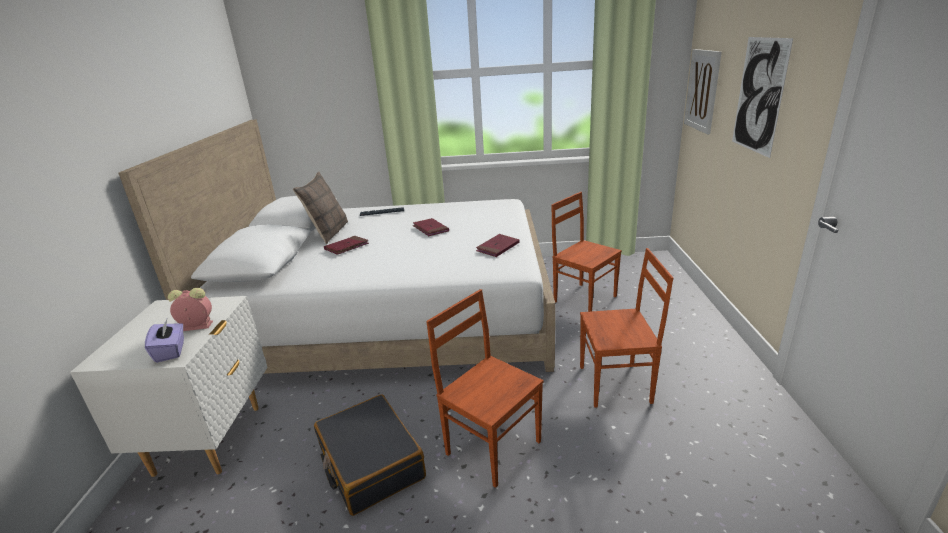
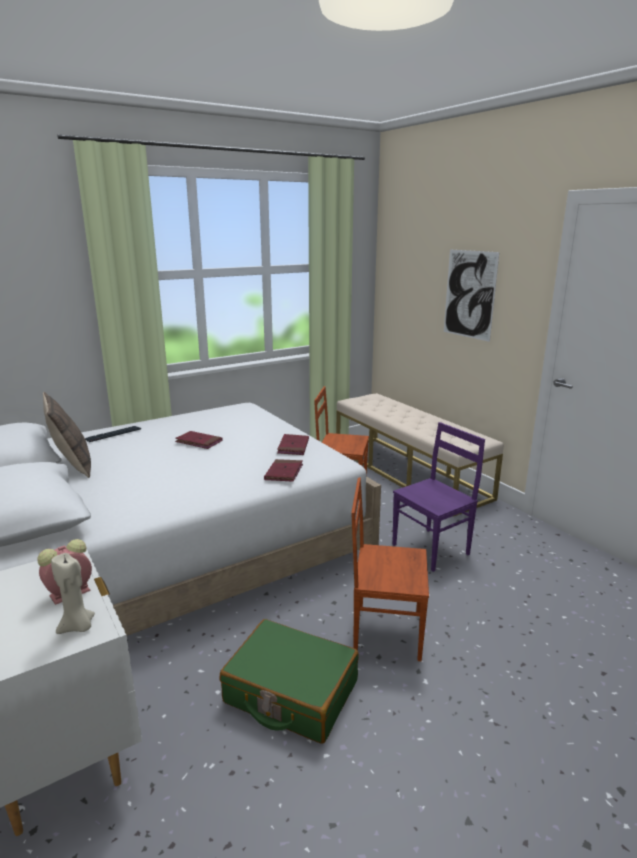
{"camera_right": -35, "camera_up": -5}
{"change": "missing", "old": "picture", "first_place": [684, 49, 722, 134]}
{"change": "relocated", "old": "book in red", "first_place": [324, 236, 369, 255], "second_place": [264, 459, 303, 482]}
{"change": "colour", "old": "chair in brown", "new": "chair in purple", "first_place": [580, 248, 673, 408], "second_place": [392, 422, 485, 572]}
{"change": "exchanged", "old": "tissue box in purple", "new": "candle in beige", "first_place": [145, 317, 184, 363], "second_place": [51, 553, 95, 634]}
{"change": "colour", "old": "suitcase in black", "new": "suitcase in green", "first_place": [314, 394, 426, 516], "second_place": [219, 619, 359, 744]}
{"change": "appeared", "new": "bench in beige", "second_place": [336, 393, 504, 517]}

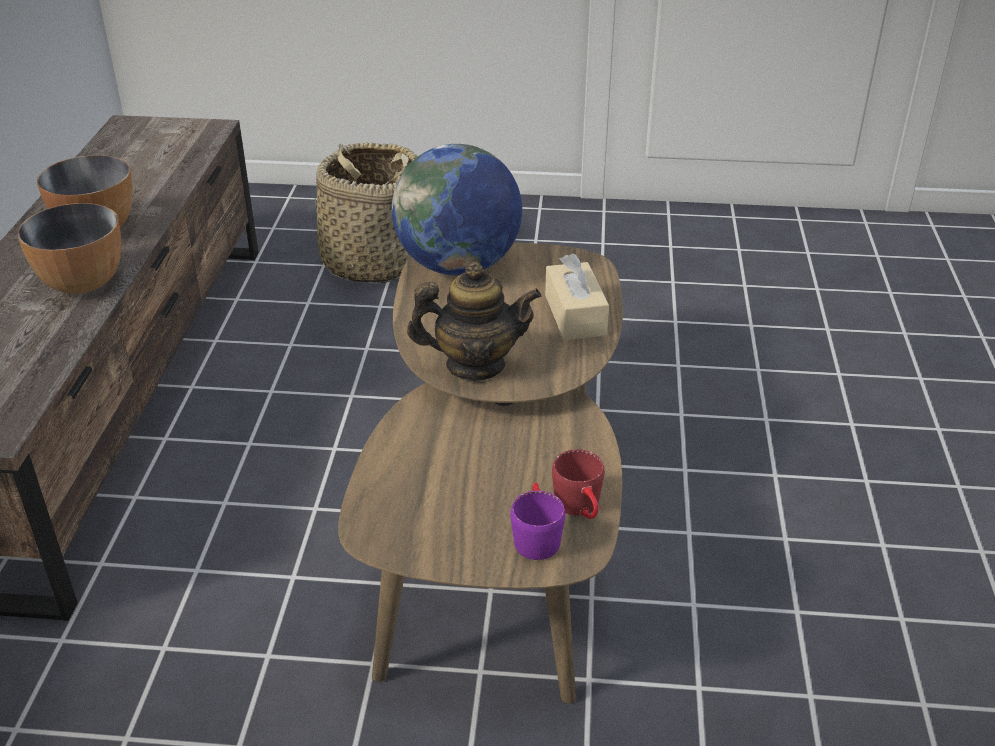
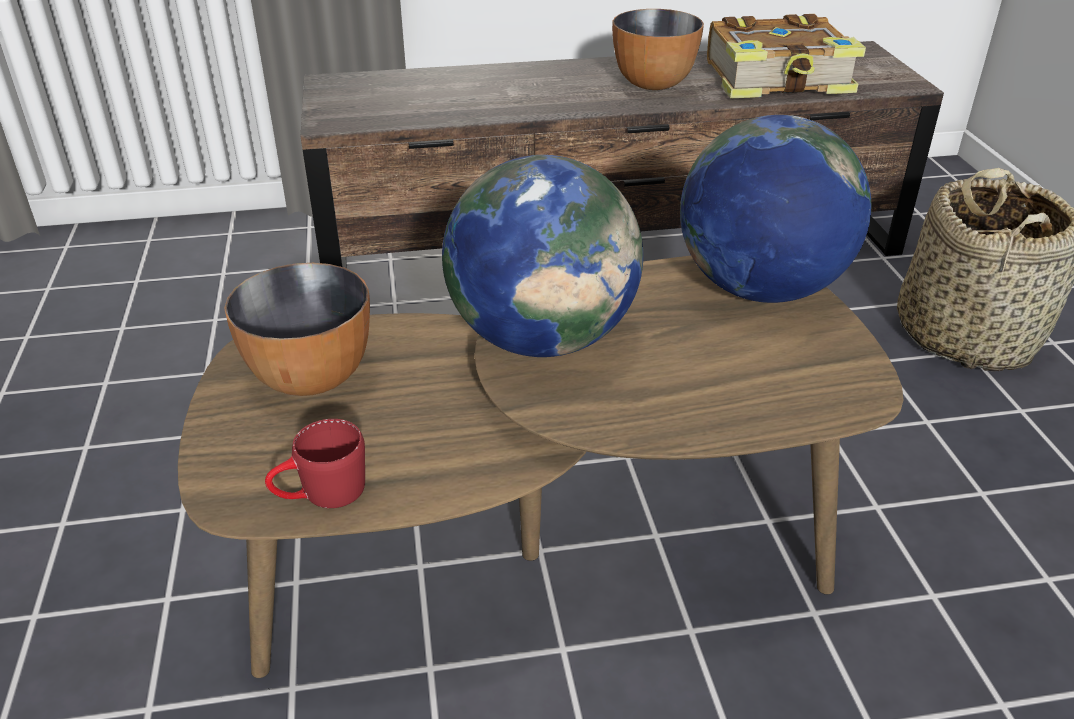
{"camera_right": 75, "camera_up": 0}
{"change": "relocated", "old": "bowl", "first_place": [17, 203, 121, 294], "second_place": [224, 263, 370, 396]}
{"change": "missing", "old": "tissue box in beige", "first_place": [545, 253, 609, 340]}
{"change": "exchanged", "old": "teapot", "new": "globe", "first_place": [407, 262, 542, 381], "second_place": [442, 155, 643, 357]}
{"change": "missing", "old": "mug in purple", "first_place": [511, 482, 565, 560]}
{"change": "appeared", "new": "book", "second_place": [707, 14, 866, 98]}

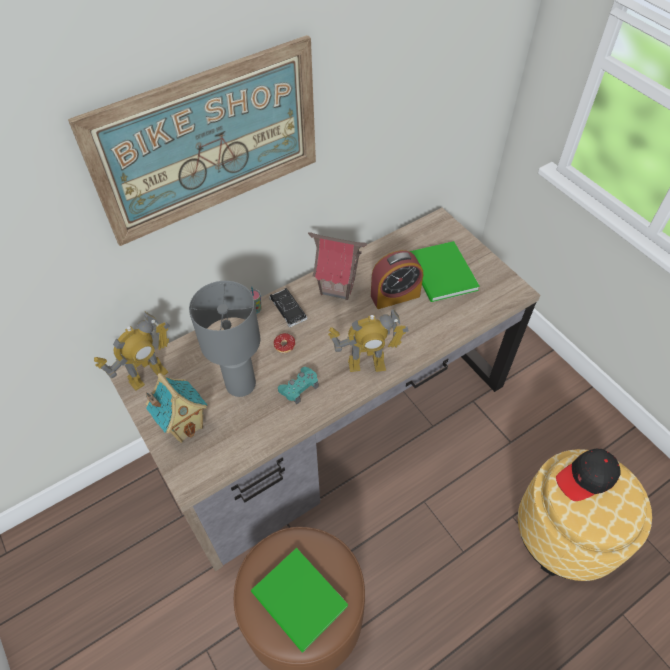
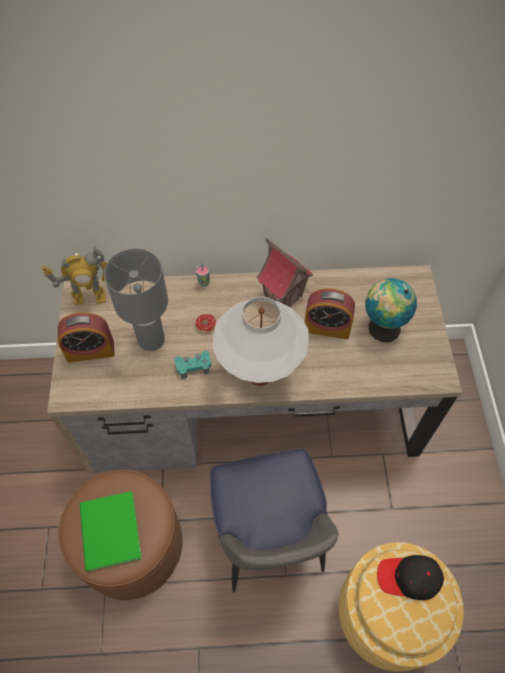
{"camera_right": 30, "camera_up": 5}
{"change": "missing", "old": "picture", "first_place": [68, 35, 316, 246]}
{"change": "exchanged", "old": "book in green", "new": "globe", "first_place": [409, 241, 480, 302], "second_place": [365, 278, 417, 342]}
{"change": "missing", "old": "toy car in black", "first_place": [269, 288, 308, 327]}
{"change": "exchanged", "old": "toy robot", "new": "table lamp in white", "first_place": [328, 308, 409, 372], "second_place": [213, 297, 309, 386]}
{"change": "exchanged", "old": "toy house", "new": "alarm clock", "first_place": [146, 373, 207, 443], "second_place": [58, 312, 115, 363]}
{"change": "appeared", "new": "chair", "second_place": [210, 448, 339, 592]}

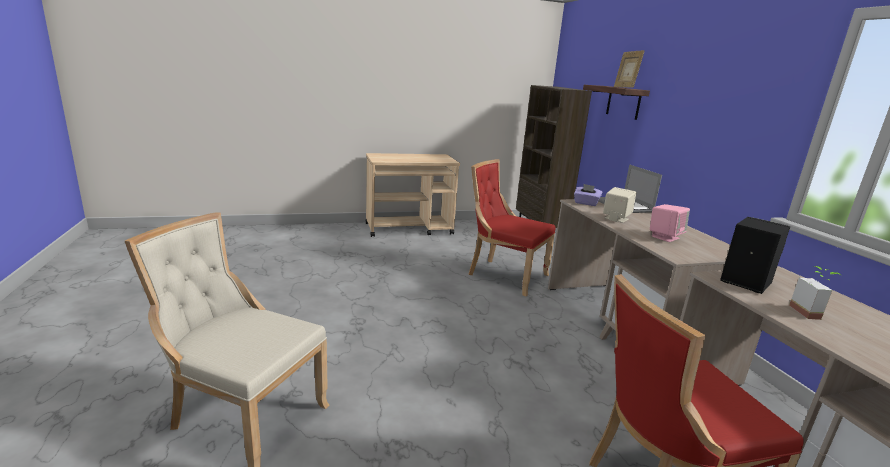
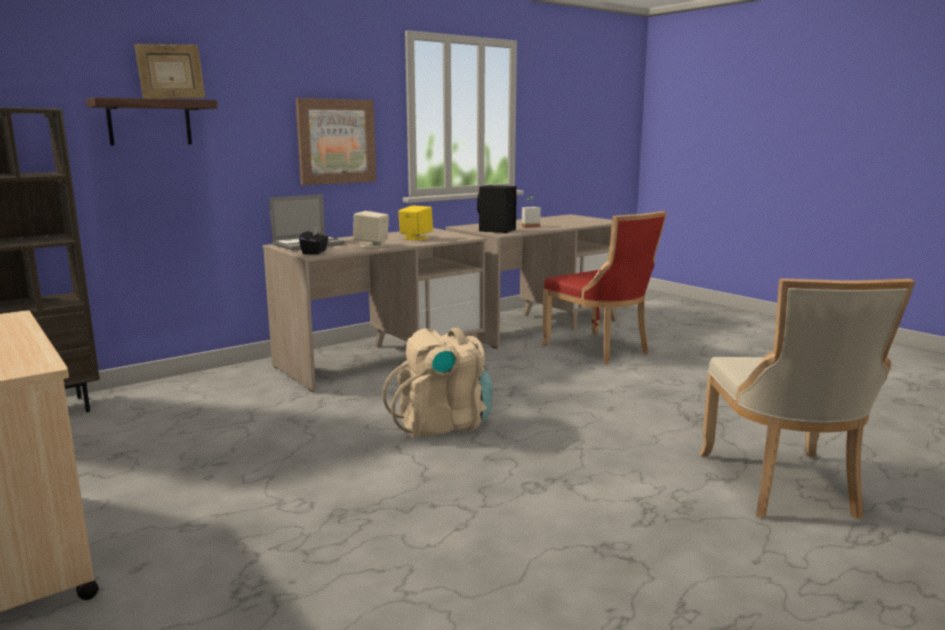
{"camera_right": -110, "camera_up": -5}
{"change": "missing", "old": "chair in red", "first_place": [469, 159, 555, 296]}
{"change": "colour", "old": "tissue box in purple", "new": "tissue box in black", "first_place": [574, 184, 602, 206], "second_place": [299, 225, 329, 254]}
{"change": "colour", "old": "speaker in pink", "new": "speaker in yellow", "first_place": [650, 204, 690, 242], "second_place": [398, 205, 433, 240]}
{"change": "appeared", "new": "picture", "second_place": [296, 98, 376, 185]}
{"change": "appeared", "new": "backpack in beige", "second_place": [382, 328, 493, 438]}

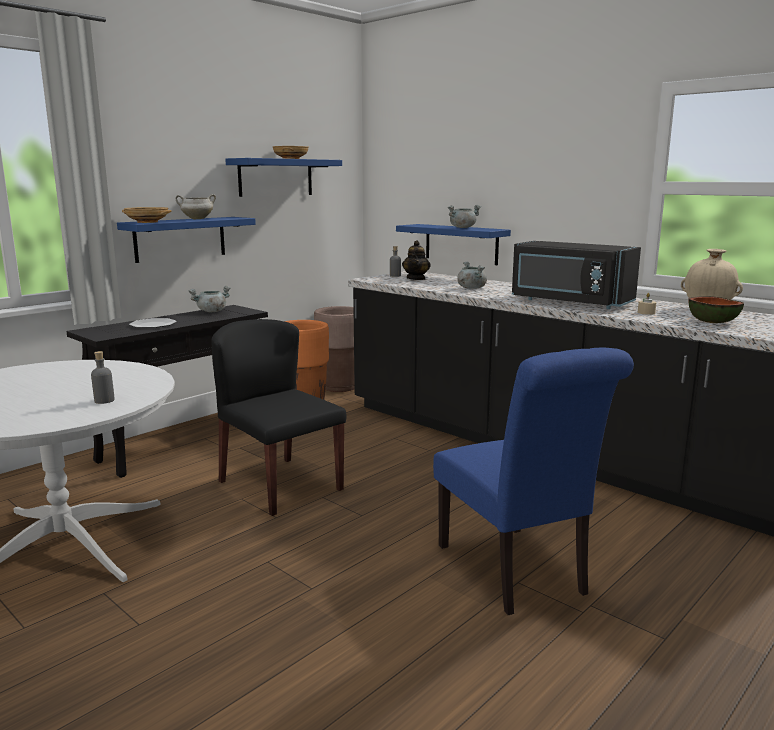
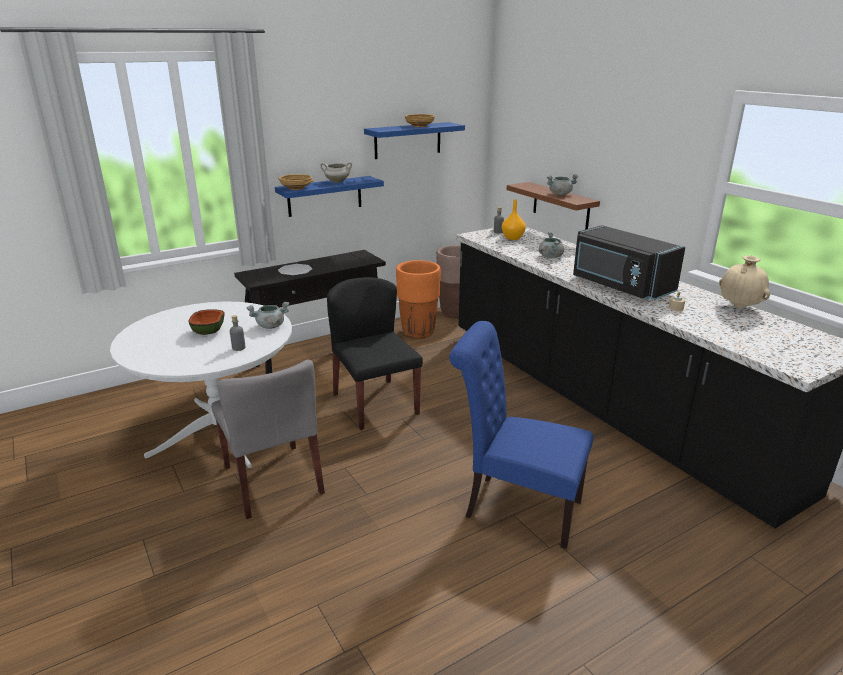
{"camera_right": 15, "camera_up": 10}
{"change": "colour", "old": "shelf in blue", "new": "shelf in brown", "first_place": [396, 224, 511, 265], "second_place": [506, 182, 600, 230]}
{"change": "exchanged", "old": "teapot", "new": "vase in orange", "first_place": [402, 240, 431, 280], "second_place": [502, 199, 526, 240]}
{"change": "relocated", "old": "cooking pot in grey", "first_place": [188, 286, 231, 312], "second_place": [247, 302, 289, 329]}
{"change": "relocated", "old": "bowl", "first_place": [689, 296, 744, 323], "second_place": [189, 309, 225, 335]}
{"change": "spun", "old": "chair in blue", "first_place": [433, 348, 634, 615], "second_place": [449, 321, 593, 549], "degrees": 120}
{"change": "appeared", "new": "chair in grey", "second_place": [211, 360, 325, 519]}

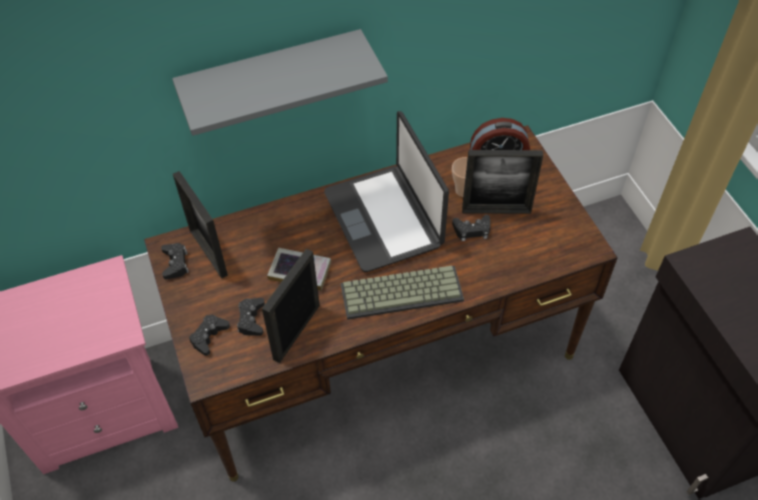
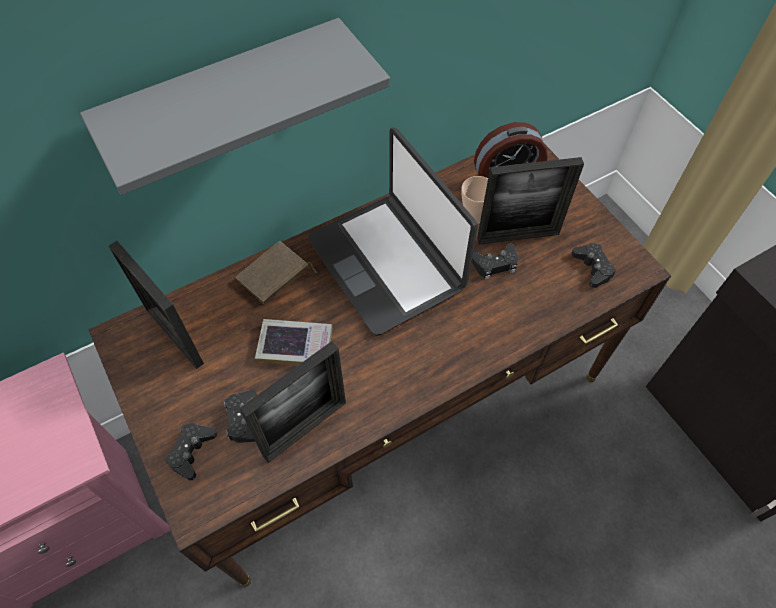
{"camera_right": -10, "camera_up": 5}
{"change": "relocated", "old": "game controller in black", "first_place": [161, 243, 189, 280], "second_place": [571, 243, 616, 288]}
{"change": "spun", "old": "picture frame", "first_place": [262, 249, 320, 363], "second_place": [240, 341, 346, 463], "degrees": -150}
{"change": "missing", "old": "keyboard", "first_place": [341, 266, 464, 320]}
{"change": "appeared", "new": "book in brown", "second_place": [236, 241, 317, 304]}

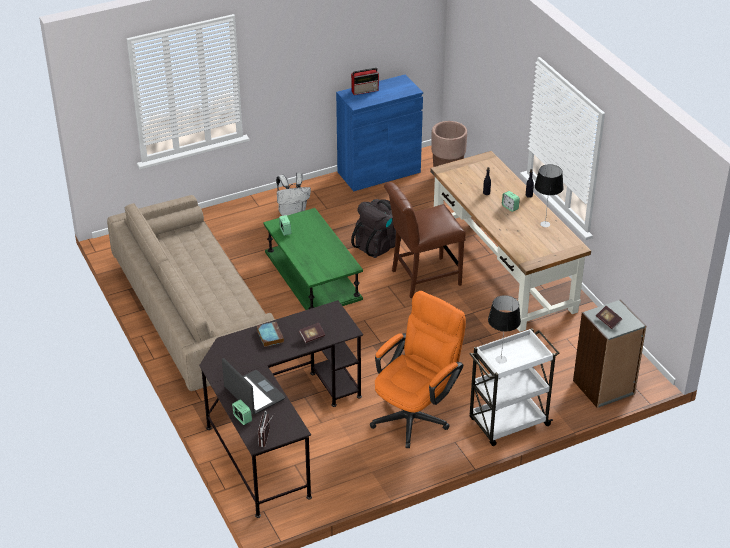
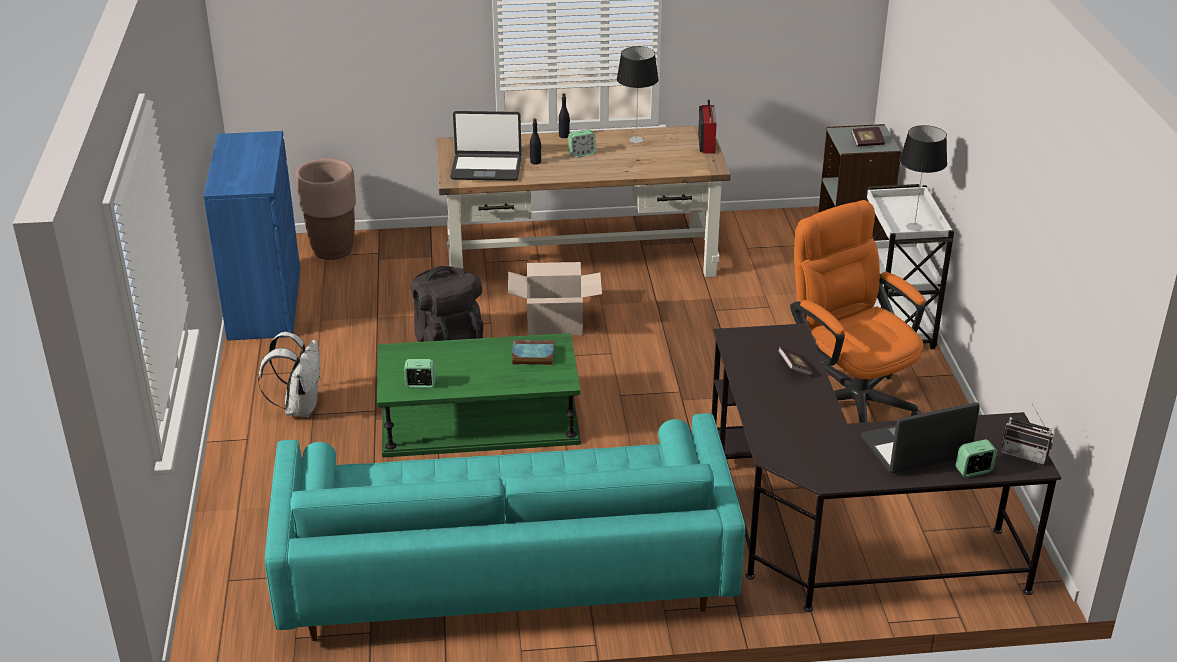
{"camera_right": -70, "camera_up": -5}
{"change": "relocated", "old": "radio", "first_place": [351, 68, 379, 95], "second_place": [698, 99, 716, 153]}
{"change": "exchanged", "old": "chair in brown", "new": "cardboard box", "first_place": [384, 182, 466, 298], "second_place": [508, 262, 602, 336]}
{"change": "colour", "old": "sofa in beige", "new": "sofa in turquoise", "first_place": [107, 195, 276, 391], "second_place": [265, 413, 745, 641]}
{"change": "relocated", "old": "book", "first_place": [257, 322, 284, 347], "second_place": [512, 340, 554, 365]}
{"change": "appeared", "new": "laptop", "second_place": [450, 111, 522, 181]}

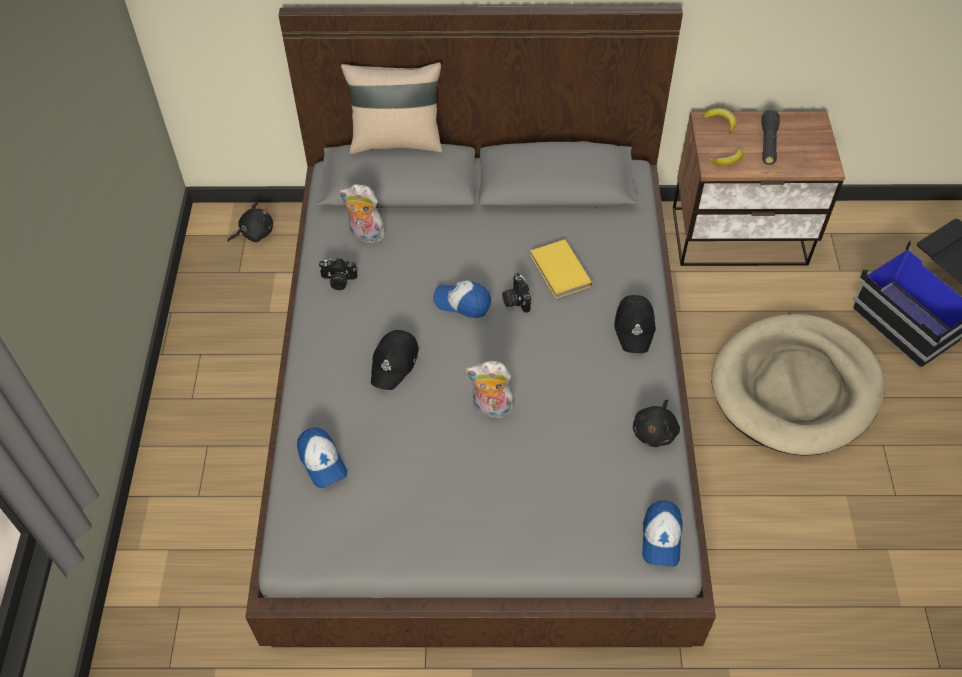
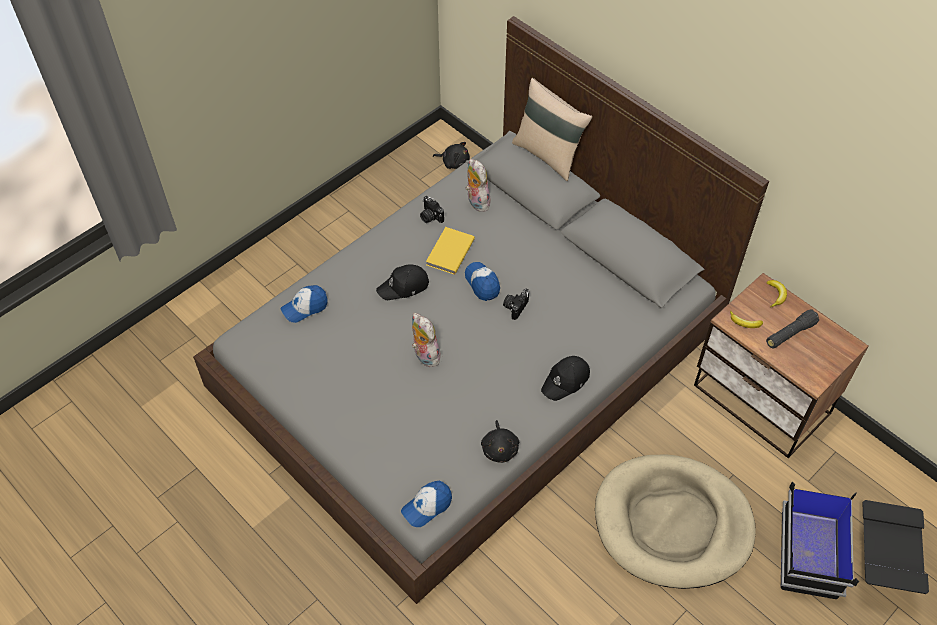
{"camera_right": 45, "camera_up": 0}
{"change": "relocated", "old": "book in yellow", "first_place": [530, 239, 593, 298], "second_place": [426, 227, 475, 275]}
{"change": "spun", "old": "plush toy in black", "first_place": [633, 400, 680, 447], "second_place": [481, 420, 519, 463], "degrees": -75}
{"change": "spun", "old": "cap", "first_place": [297, 427, 347, 488], "second_place": [280, 285, 328, 323], "degrees": 45}

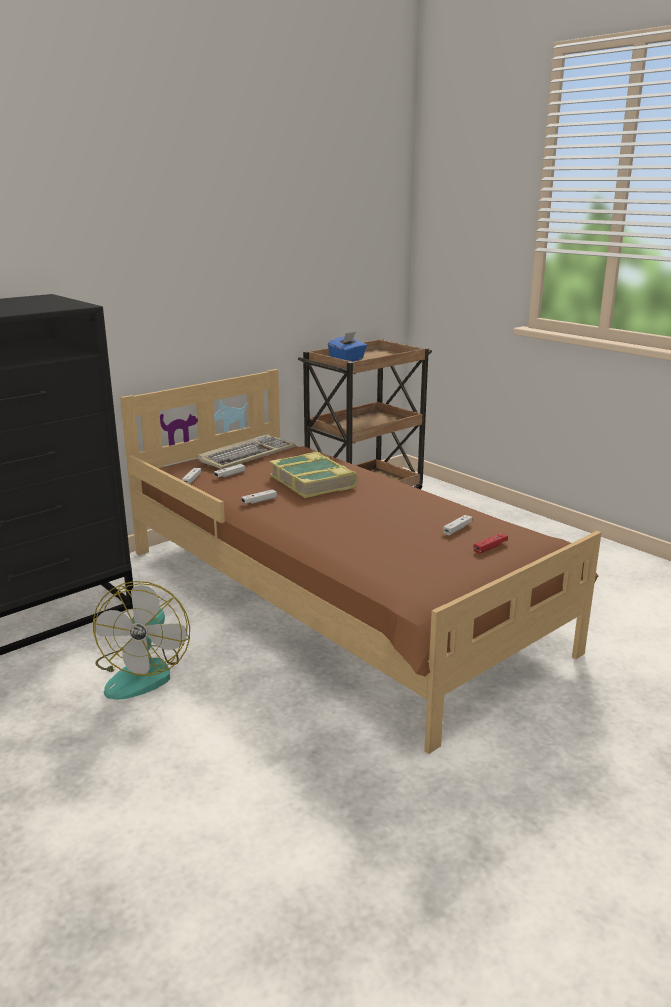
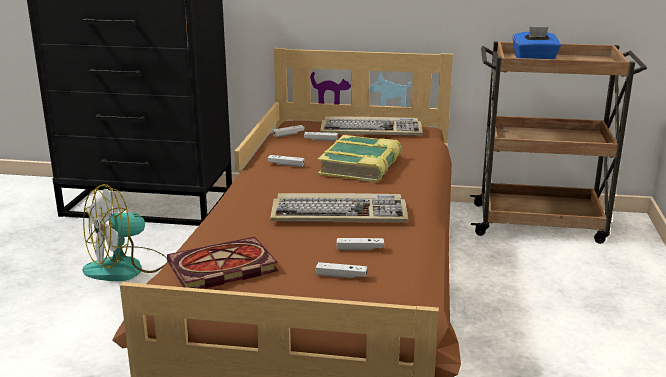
{"camera_right": 50, "camera_up": 0}
{"change": "colour", "old": "game controller in red", "new": "game controller in white", "first_place": [474, 533, 508, 554], "second_place": [316, 262, 367, 278]}
{"change": "appeared", "new": "keyboard", "second_place": [270, 193, 409, 222]}
{"change": "appeared", "new": "book", "second_place": [167, 237, 278, 289]}

